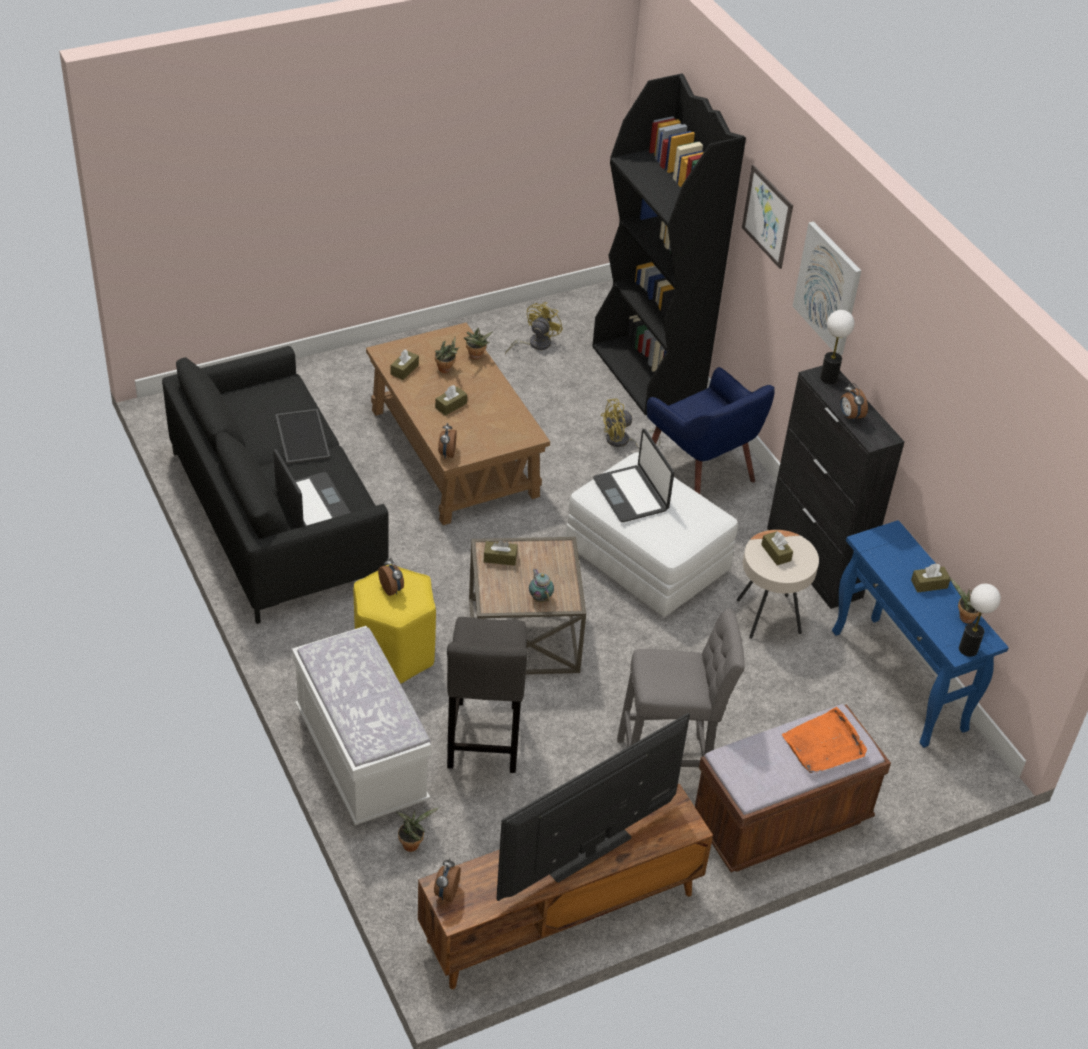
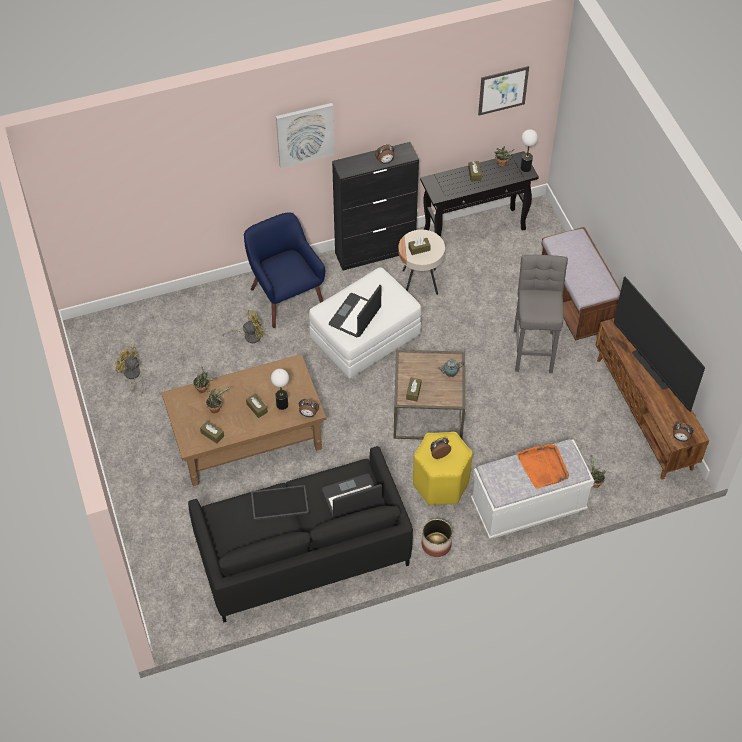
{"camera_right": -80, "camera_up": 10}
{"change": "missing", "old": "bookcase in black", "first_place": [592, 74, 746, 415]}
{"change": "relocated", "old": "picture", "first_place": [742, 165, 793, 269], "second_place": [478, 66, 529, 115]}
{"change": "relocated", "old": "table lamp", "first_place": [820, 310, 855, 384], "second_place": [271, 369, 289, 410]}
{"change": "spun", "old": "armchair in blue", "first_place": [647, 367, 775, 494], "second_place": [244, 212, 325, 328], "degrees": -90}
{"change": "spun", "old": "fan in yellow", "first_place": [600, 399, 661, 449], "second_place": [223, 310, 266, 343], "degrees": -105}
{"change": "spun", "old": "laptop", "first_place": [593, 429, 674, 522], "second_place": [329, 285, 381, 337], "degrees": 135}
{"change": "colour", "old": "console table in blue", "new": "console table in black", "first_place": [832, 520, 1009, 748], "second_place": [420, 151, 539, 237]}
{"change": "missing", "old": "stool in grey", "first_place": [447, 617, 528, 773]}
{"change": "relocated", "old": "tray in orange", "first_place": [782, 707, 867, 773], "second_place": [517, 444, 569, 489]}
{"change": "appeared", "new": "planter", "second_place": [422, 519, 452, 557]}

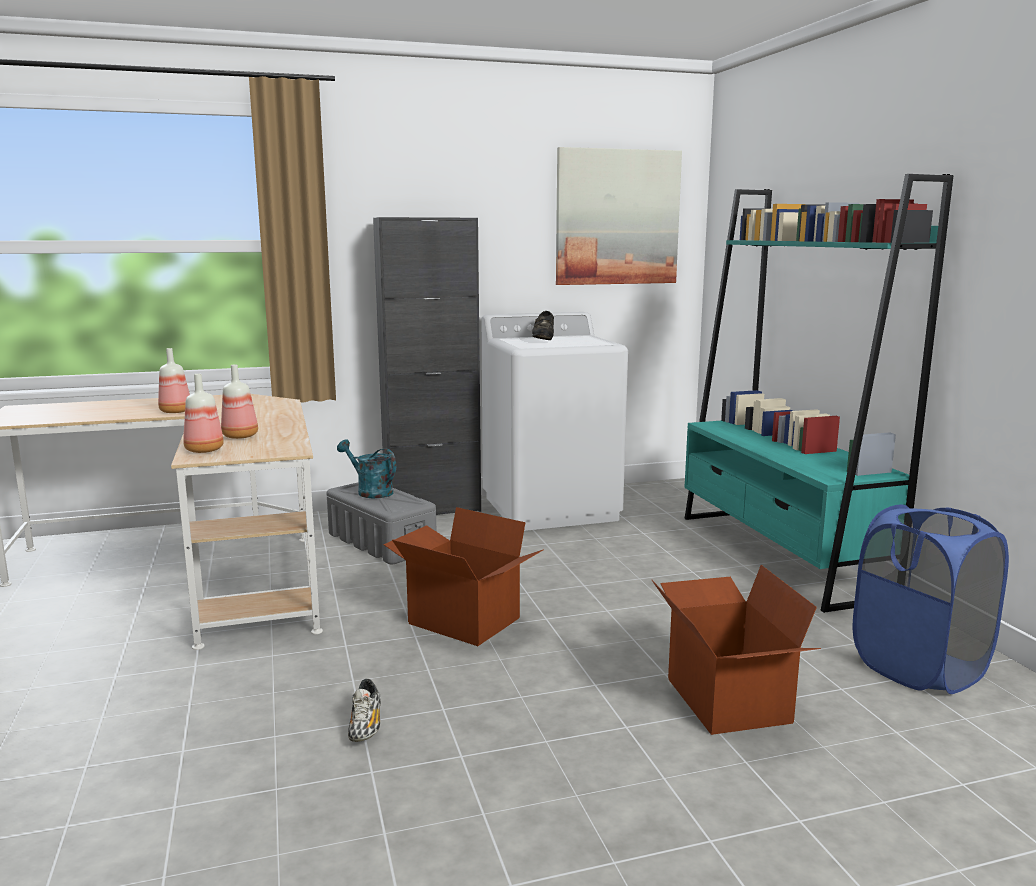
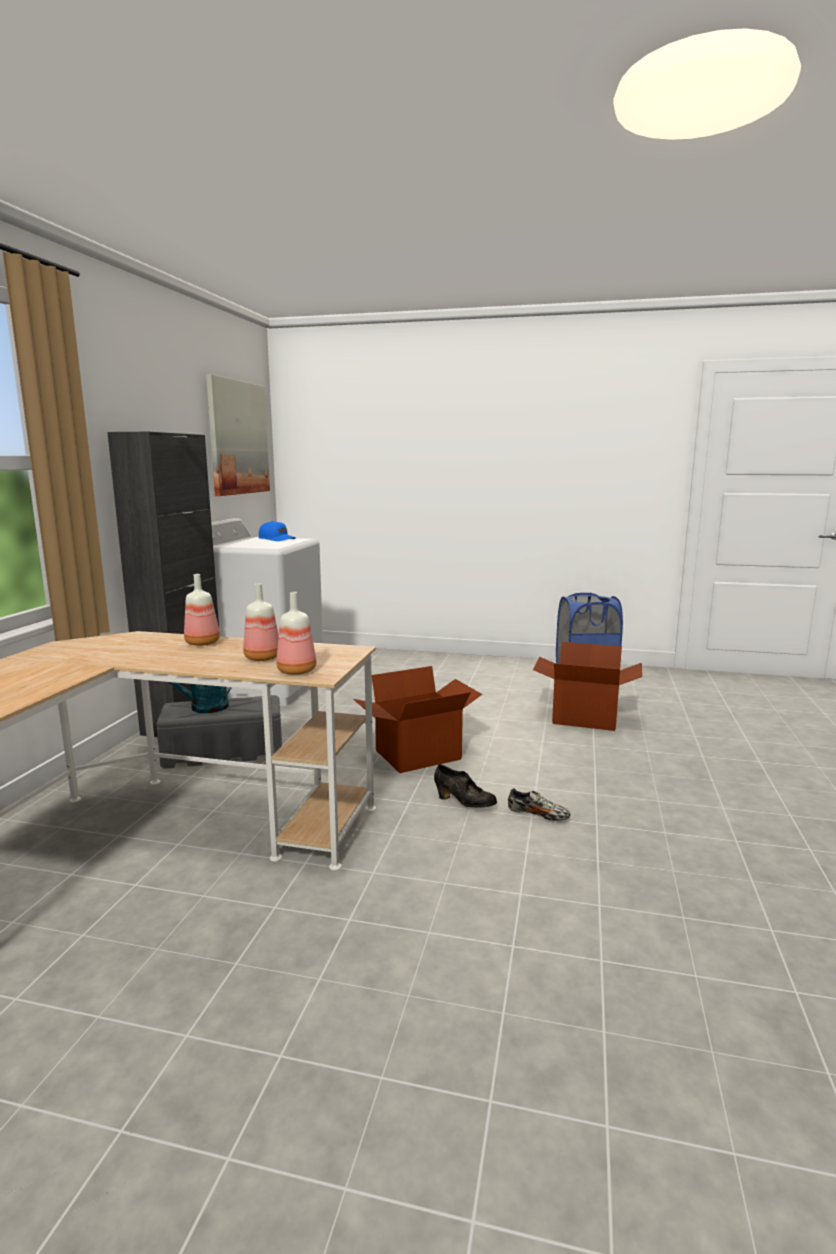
{"camera_right": -60, "camera_up": 0}
{"change": "missing", "old": "bookcase in turquoise", "first_place": [684, 174, 953, 613]}
{"change": "relocated", "old": "shoe in black", "first_place": [532, 311, 554, 340], "second_place": [434, 764, 497, 808]}
{"change": "relocated", "old": "bottle", "first_place": [158, 348, 190, 413], "second_place": [184, 574, 220, 646]}
{"change": "appeared", "new": "cap in blue", "second_place": [259, 521, 296, 541]}

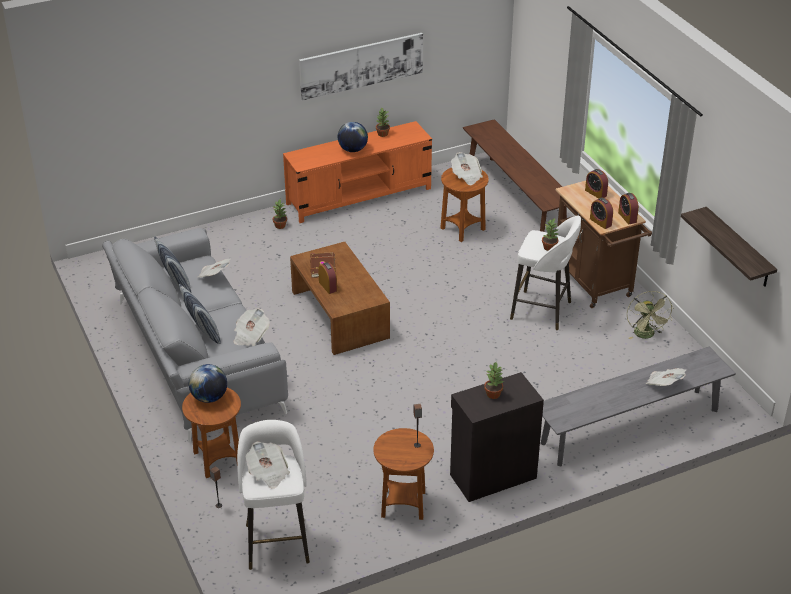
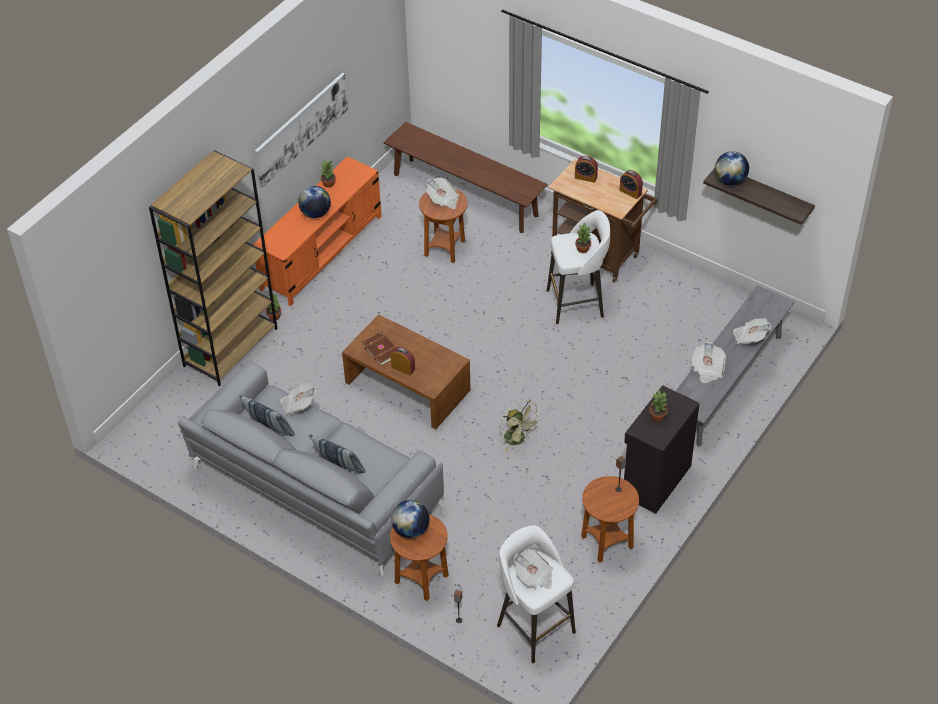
{"camera_right": -30, "camera_up": 10}
{"change": "missing", "old": "alarm clock", "first_place": [590, 198, 613, 229]}
{"change": "relocated", "old": "fan in green", "first_place": [627, 291, 673, 339], "second_place": [500, 399, 542, 452]}
{"change": "relocated", "old": "newspaper", "first_place": [234, 308, 270, 346], "second_place": [691, 342, 726, 383]}
{"change": "appeared", "new": "bookcase in brown", "second_place": [149, 150, 278, 386]}
{"change": "appeared", "new": "globe", "second_place": [715, 151, 749, 186]}

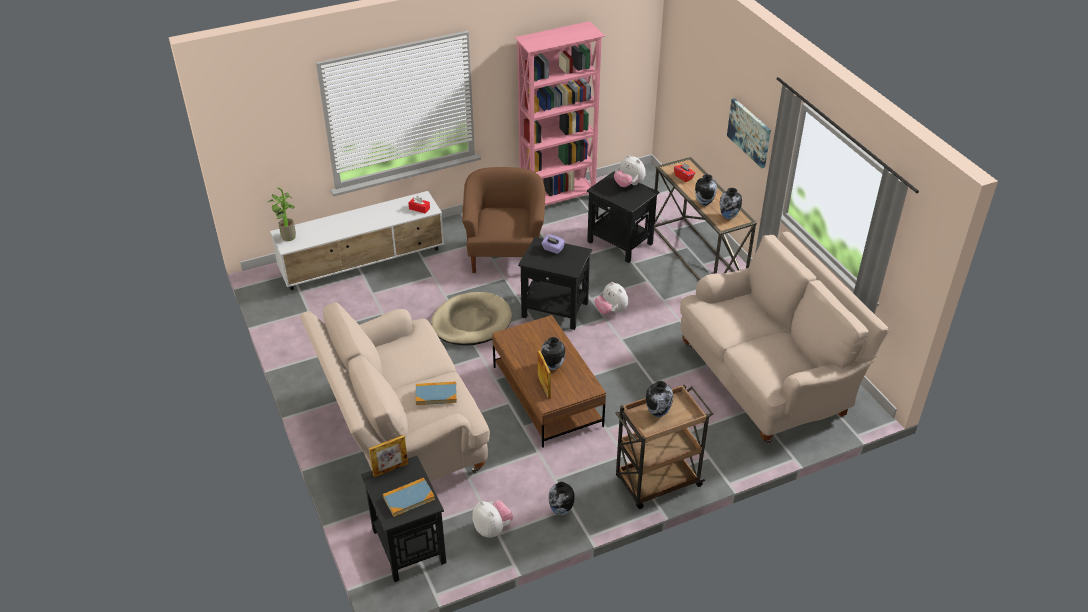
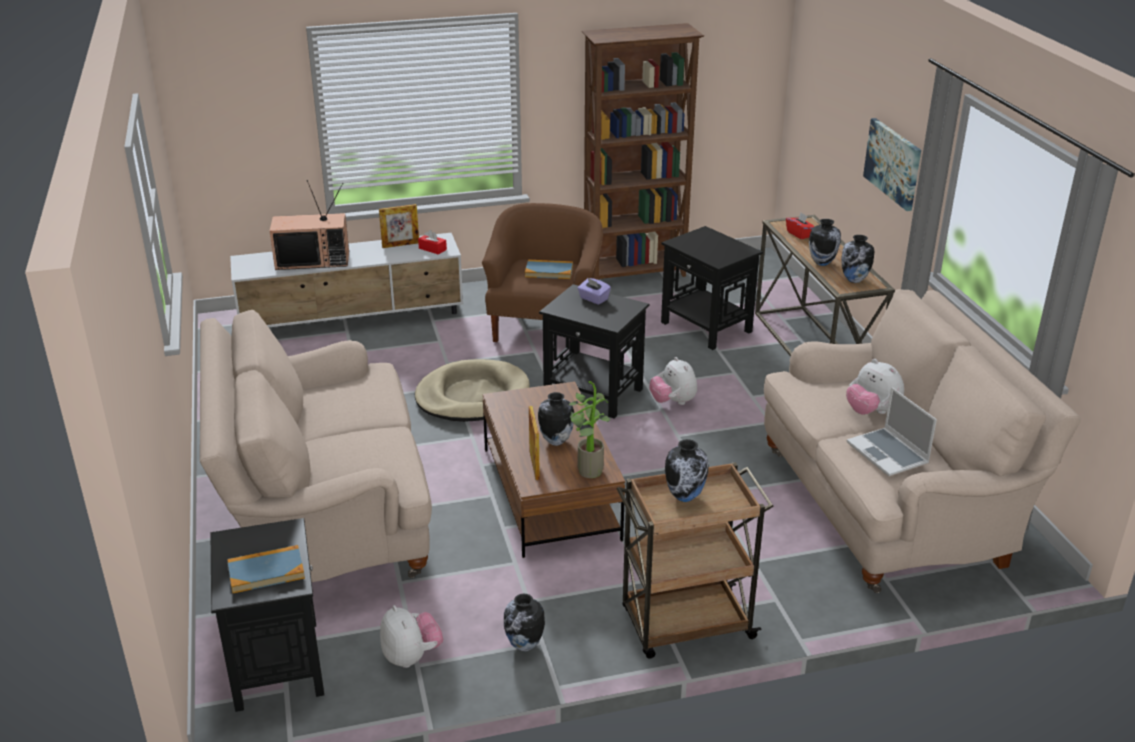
{"camera_right": 10, "camera_up": -10}
{"change": "colour", "old": "bookcase in pink", "new": "bookcase in brown", "first_place": [514, 21, 605, 206], "second_place": [582, 23, 704, 280]}
{"change": "relocated", "old": "plush toy", "first_place": [614, 155, 646, 187], "second_place": [846, 359, 904, 415]}
{"change": "relocated", "old": "potted plant", "first_place": [267, 187, 296, 241], "second_place": [569, 381, 610, 478]}
{"change": "relocated", "old": "book", "first_place": [416, 382, 457, 405], "second_place": [525, 260, 573, 279]}
{"change": "relocated", "old": "picture frame", "first_place": [369, 435, 408, 477], "second_place": [379, 204, 419, 248]}
{"change": "appeared", "new": "television", "second_place": [270, 180, 349, 270]}
{"change": "appeared", "new": "laptop", "second_place": [847, 387, 937, 476]}

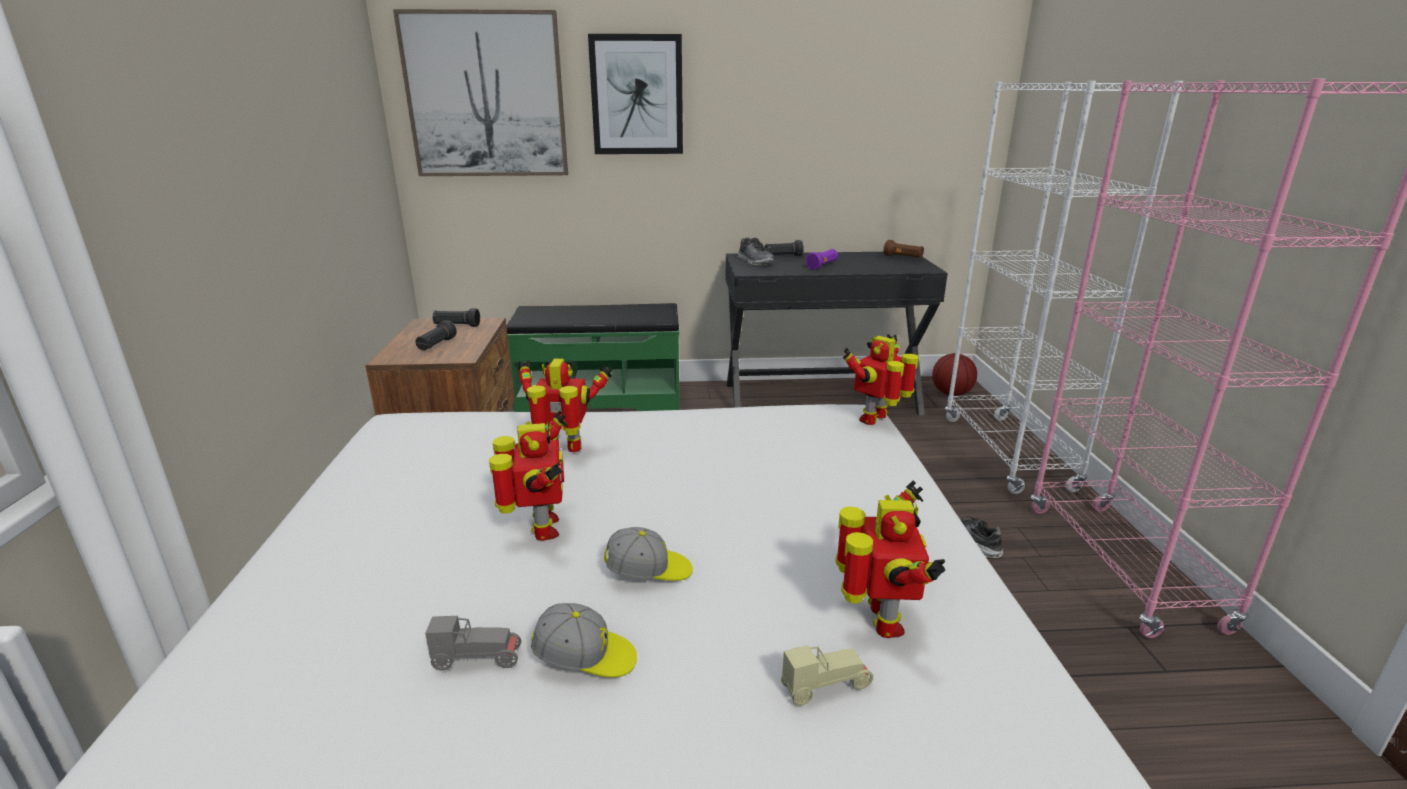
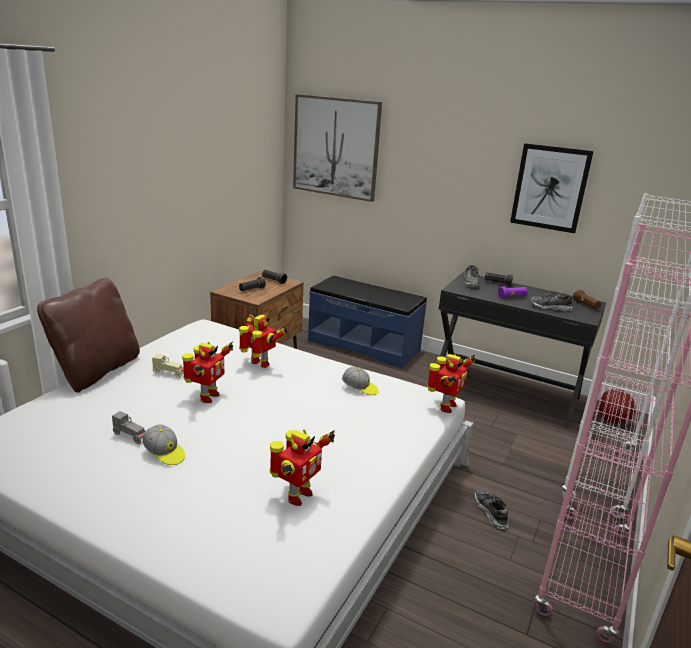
{"camera_right": 30, "camera_up": 0}
{"change": "relocated", "old": "picture", "first_place": [588, 34, 683, 154], "second_place": [510, 143, 594, 233]}
{"change": "colour", "old": "bench in green", "new": "bench in blue", "first_place": [506, 303, 680, 412], "second_place": [308, 275, 427, 369]}
{"change": "spun", "old": "toy robot", "first_place": [843, 334, 919, 425], "second_place": [427, 354, 475, 413], "degrees": 135}
{"change": "relocated", "old": "cap", "first_place": [604, 527, 693, 581], "second_place": [342, 367, 379, 395]}
{"change": "relocated", "old": "toy car in beige", "first_place": [781, 645, 873, 706], "second_place": [152, 354, 184, 378]}
{"change": "appeared", "new": "pillow in brown", "second_place": [37, 278, 140, 393]}
{"change": "appeared", "new": "shoe", "second_place": [531, 292, 573, 311]}

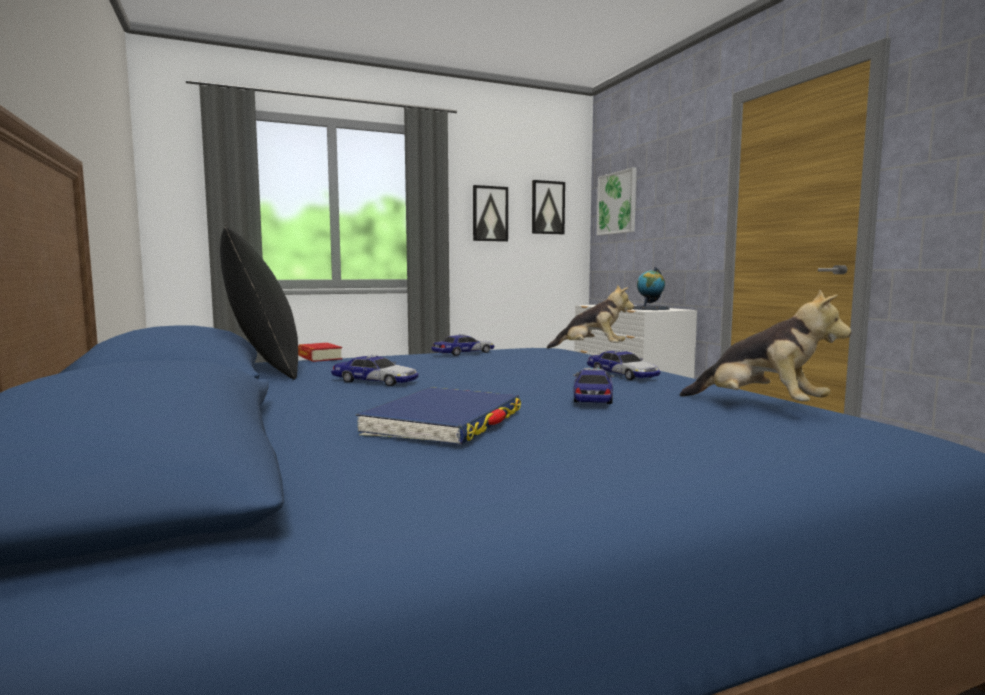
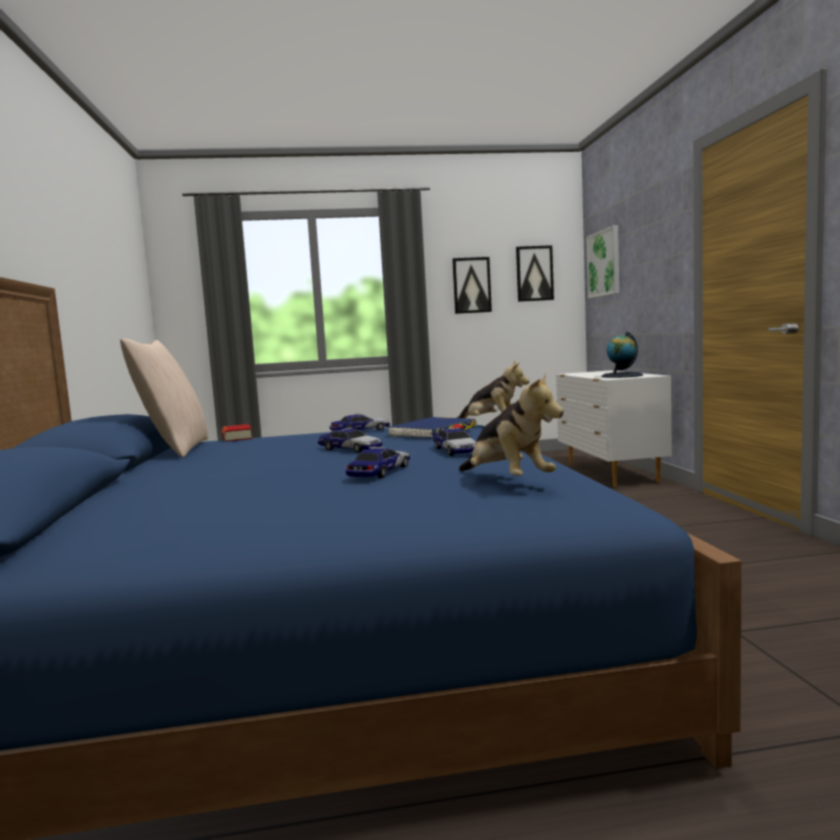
{"camera_right": 15, "camera_up": 0}
{"change": "colour", "old": "pillow in black", "new": "pillow in beige", "first_place": [220, 227, 298, 380], "second_place": [120, 339, 208, 458]}
{"change": "relocated", "old": "toy car", "first_place": [331, 355, 419, 386], "second_place": [318, 428, 383, 453]}
{"change": "relocated", "old": "book in blue", "first_place": [356, 387, 521, 445], "second_place": [388, 417, 477, 438]}

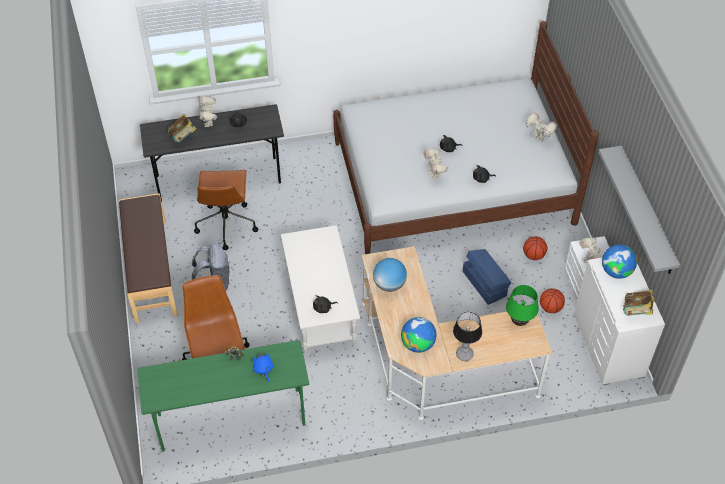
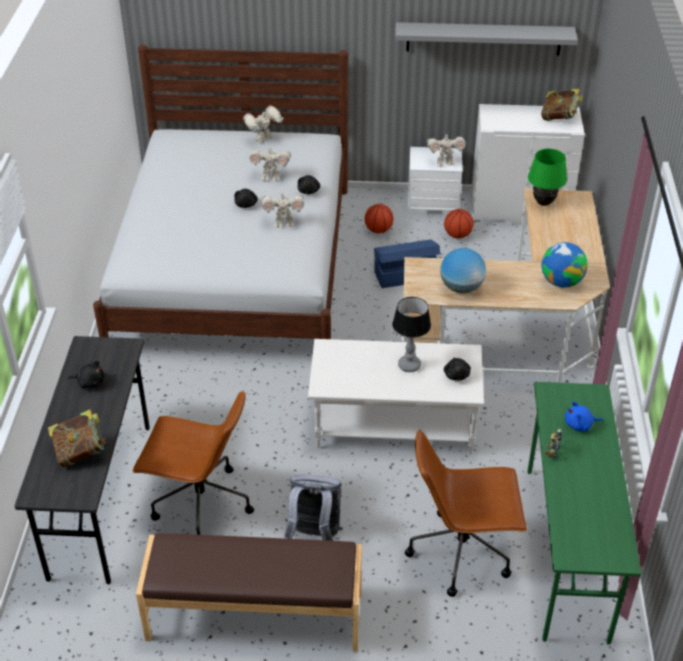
{"camera_right": -75, "camera_up": -10}
{"change": "relocated", "old": "toy robot", "first_place": [199, 97, 217, 127], "second_place": [250, 146, 291, 181]}
{"change": "missing", "old": "globe", "first_place": [602, 244, 637, 279]}
{"change": "relocated", "old": "table lamp", "first_place": [453, 312, 482, 361], "second_place": [392, 297, 431, 372]}

